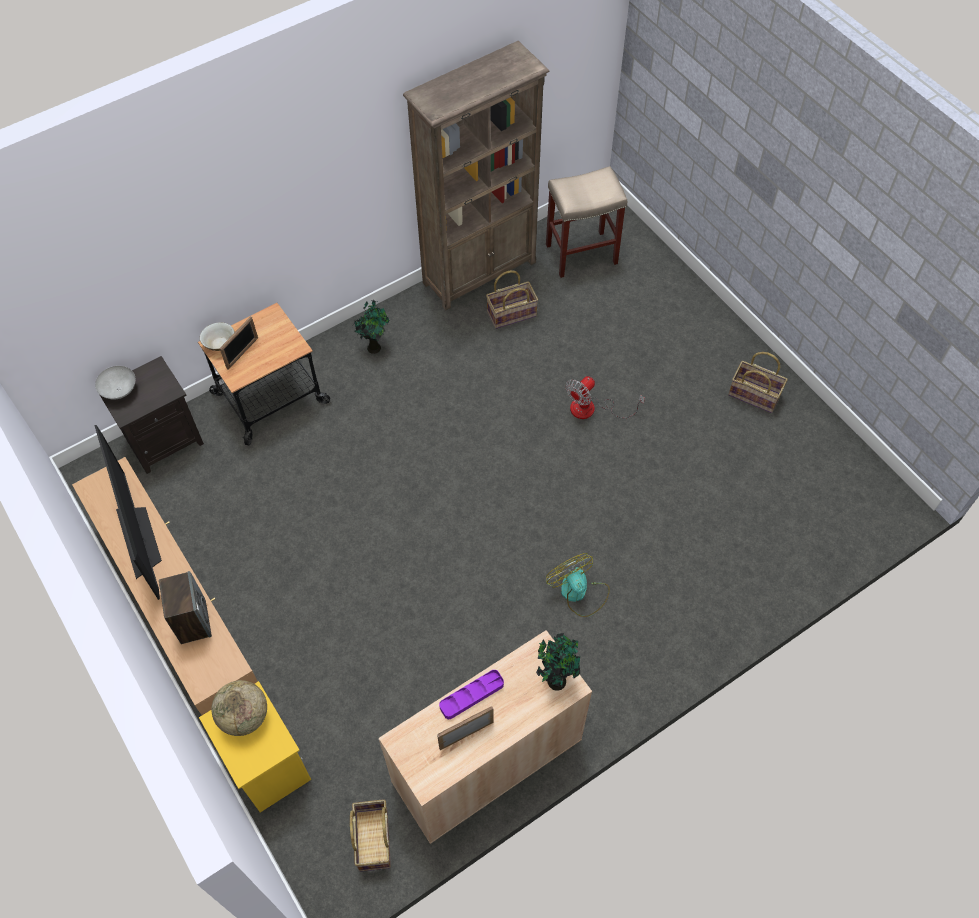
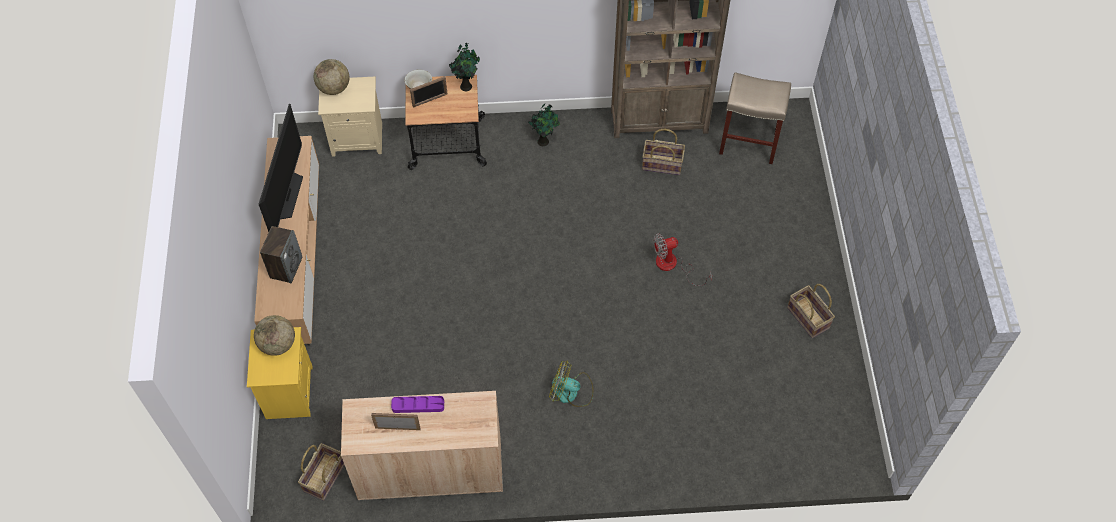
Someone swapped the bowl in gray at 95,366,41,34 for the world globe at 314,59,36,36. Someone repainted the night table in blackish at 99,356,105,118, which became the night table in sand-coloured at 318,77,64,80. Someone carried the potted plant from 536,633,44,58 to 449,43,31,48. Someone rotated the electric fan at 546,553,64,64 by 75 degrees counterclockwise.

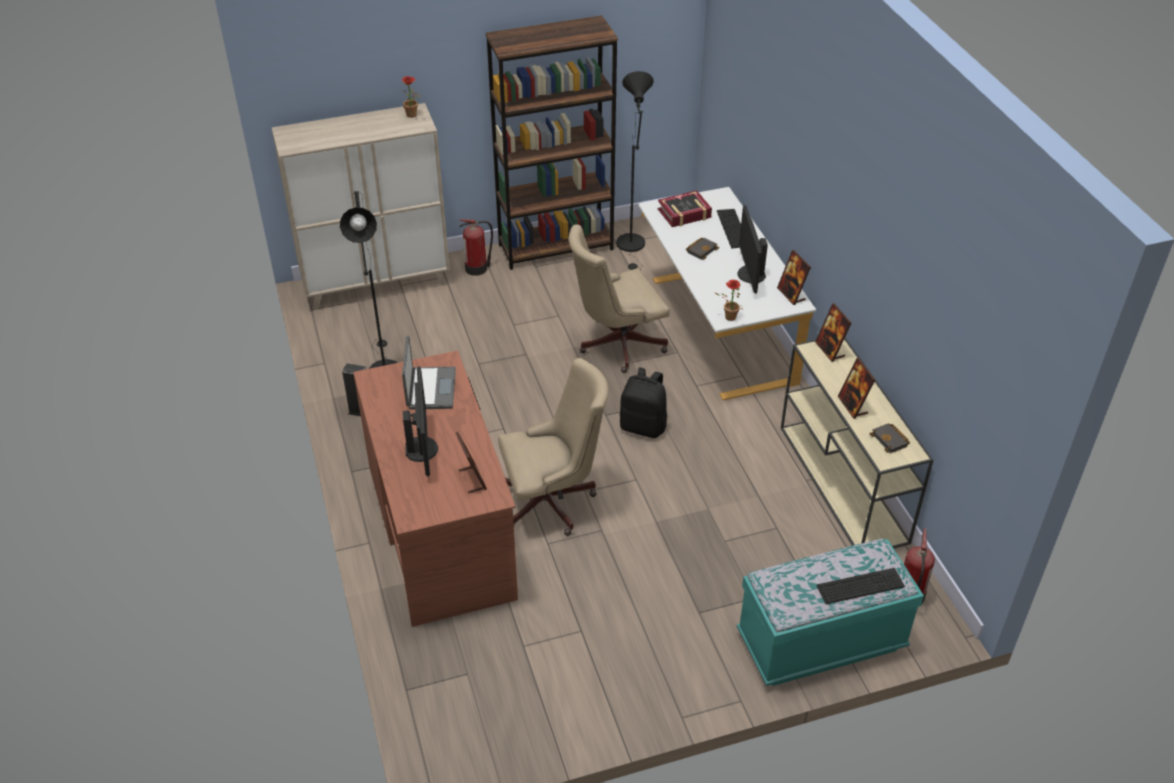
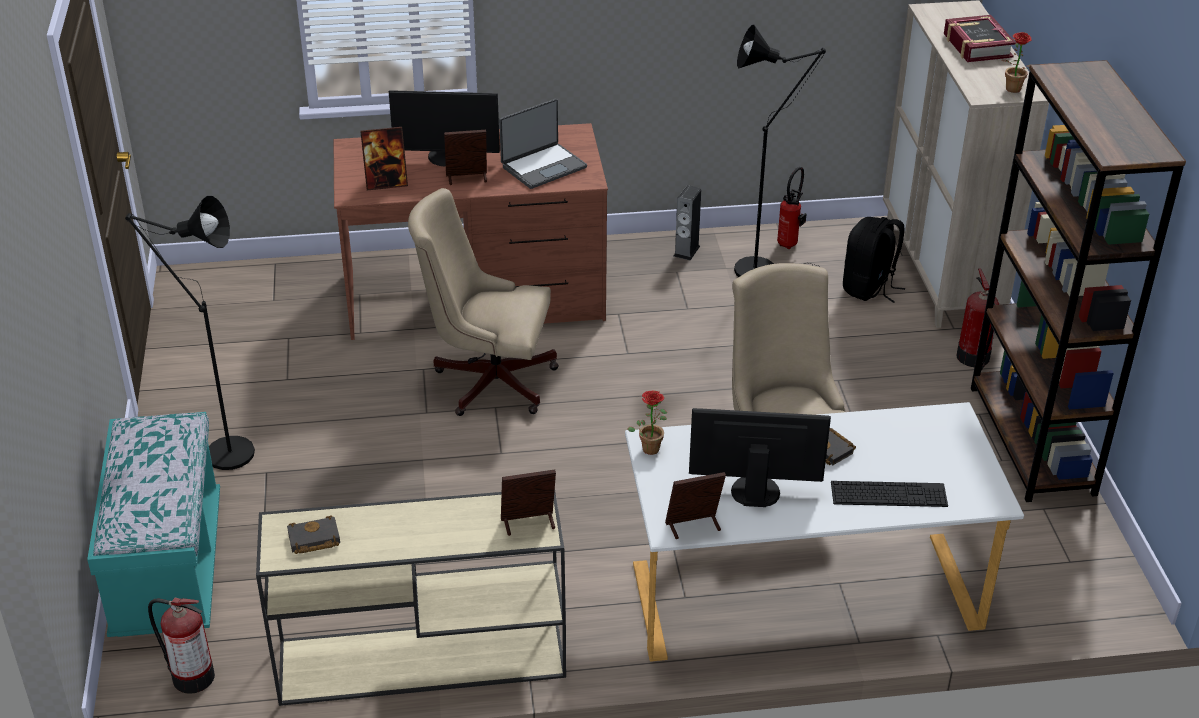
Someone rotated the laptop at 402,335,54,75 by 45 degrees counterclockwise. Someone rotated the computer chair in sand-coloured at 498,358,111,178 by 105 degrees clockwise. Someone carried the standard lamp in blackish from 616,71,38,199 to 125,196,130,274. Someone carried the rucksack in blackish from 619,367,48,71 to 843,217,62,86. Someone carried the bound book from 658,190,54,37 to 944,15,72,47. Someone took away the keyboard at 816,568,89,36. Someone carried the standing frame from 838,358,37,61 to 444,130,43,55. Someone put down the fire-fighting cylinder at 777,167,30,82.

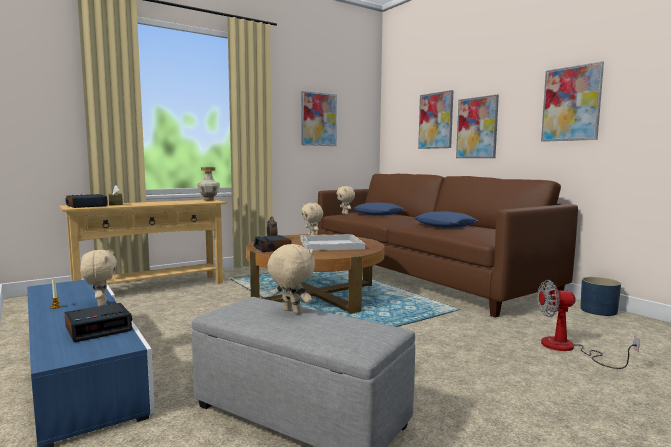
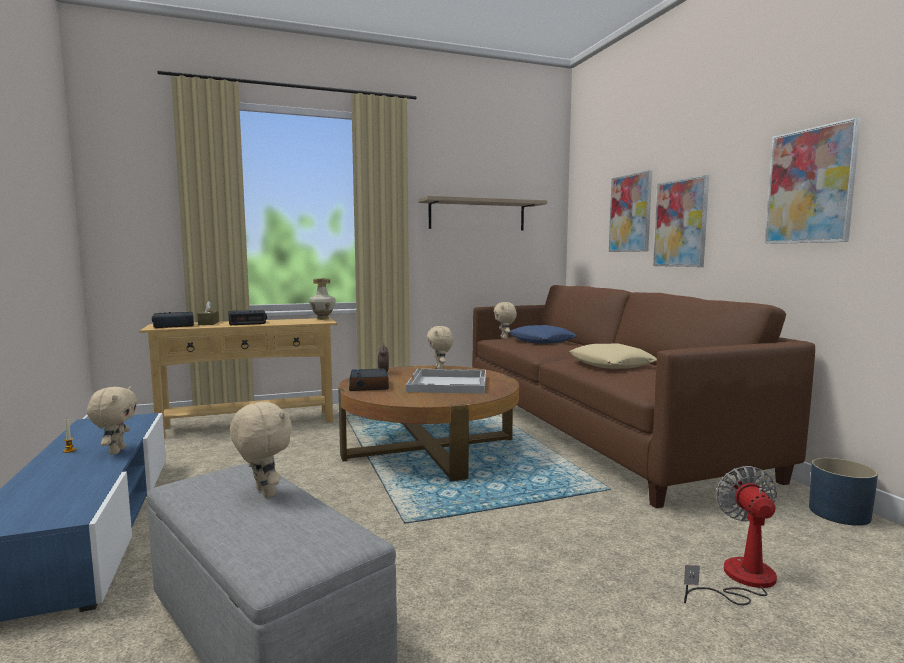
Someone carried the bedside clock from 65,303,67,39 to 228,310,39,15. Someone swapped the picture at 301,91,36,55 for the shelf at 418,196,129,34. Someone repainted the throw pillow in bluish at 414,211,64,17, which became the throw pillow in sand-coloured at 569,344,88,25. Someone rotated the electric fan at 537,280,103,89 by 75 degrees clockwise.

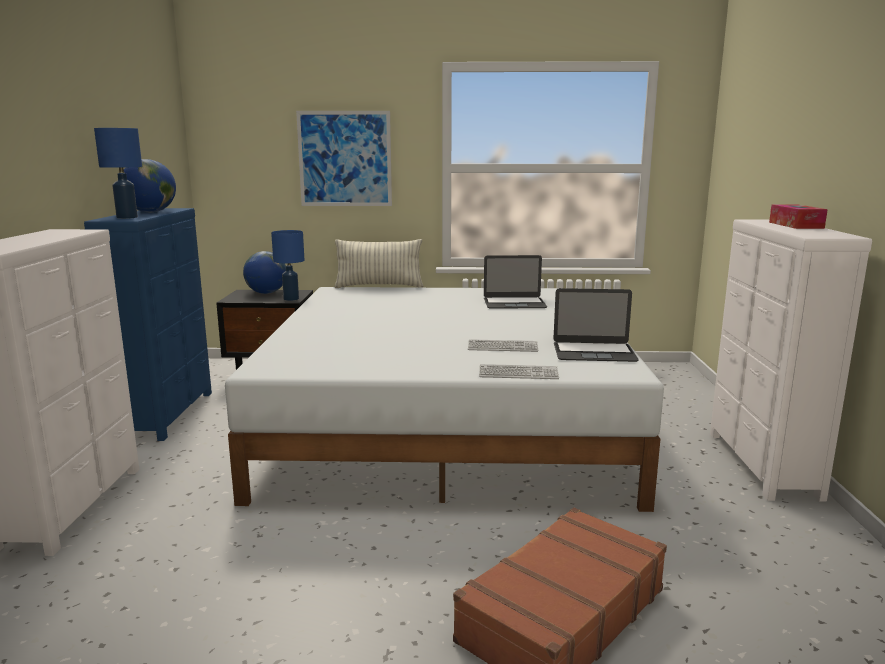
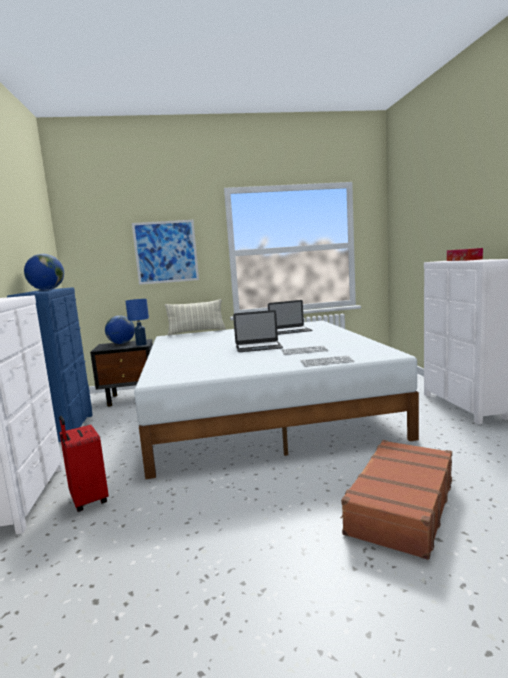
Someone took away the tabletop lamp in bluish at 94,128,48,91. Someone carried the laptop from 553,288,86,74 to 233,310,50,42. Someone put down the piece of luggage in reddish at 59,416,50,96.

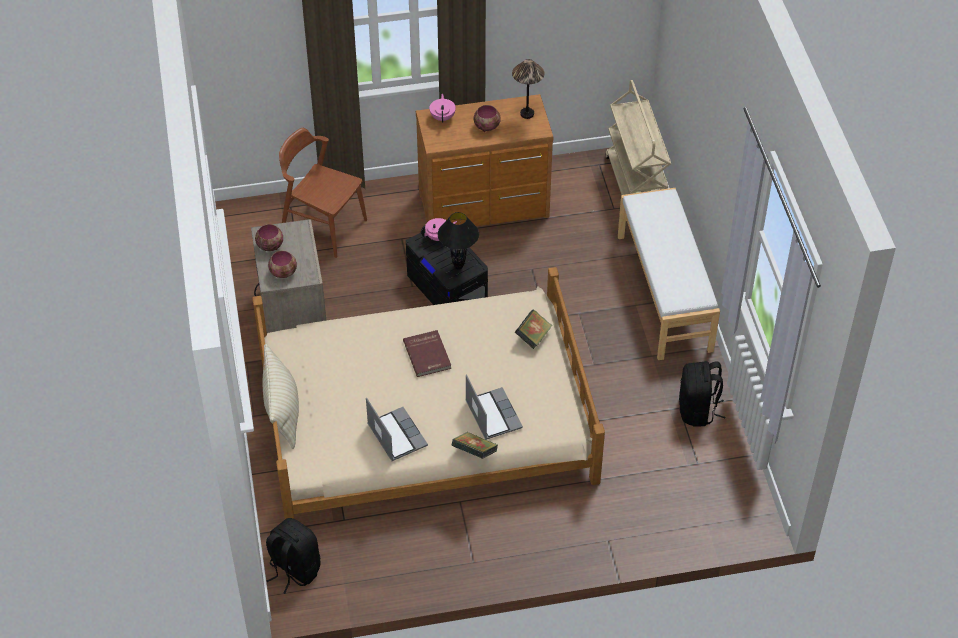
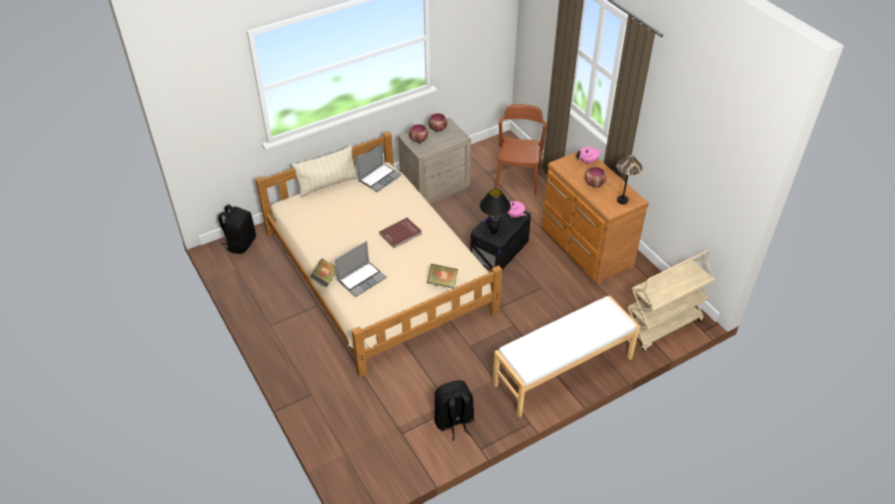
Someone carried the laptop from 366,397,62,64 to 357,143,44,49.

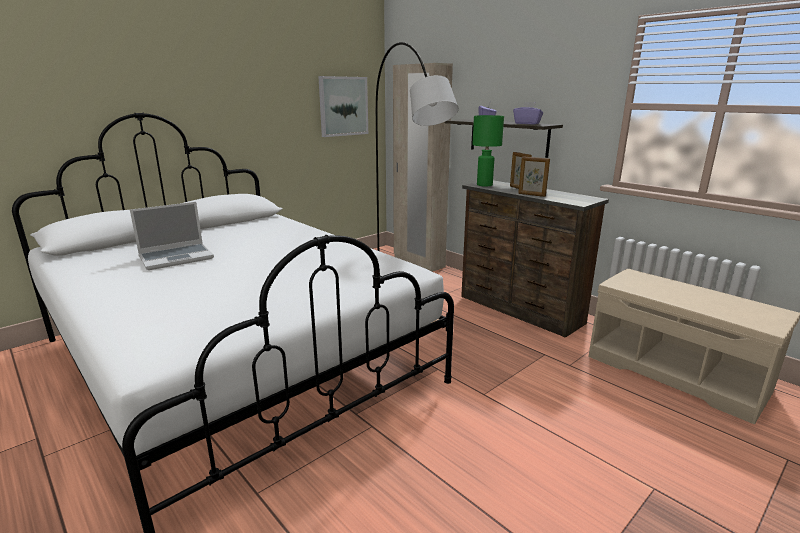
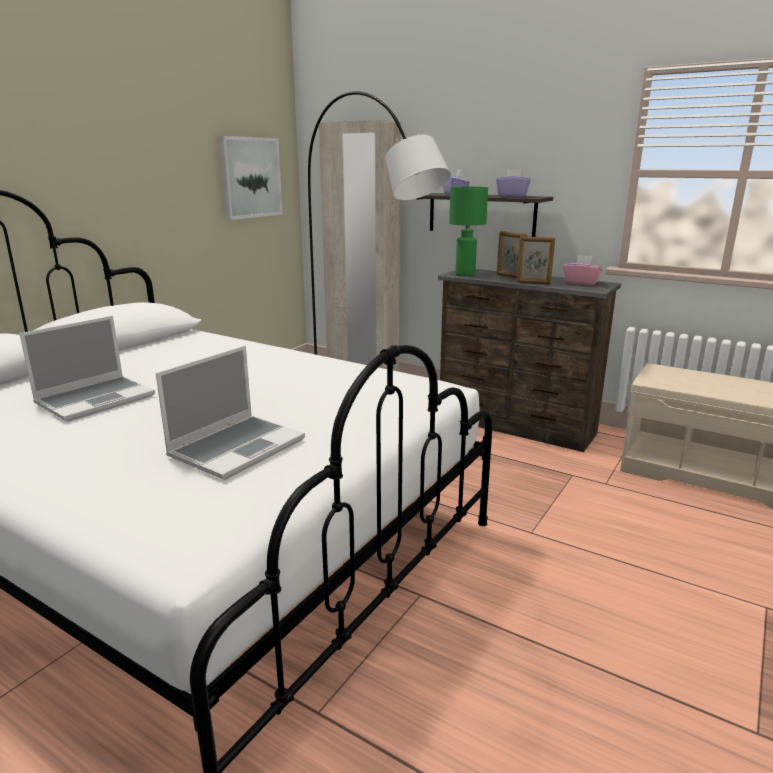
Someone put down the laptop at 156,346,149,134. Someone put down the tissue holder in pink-coloured at 563,255,39,30.

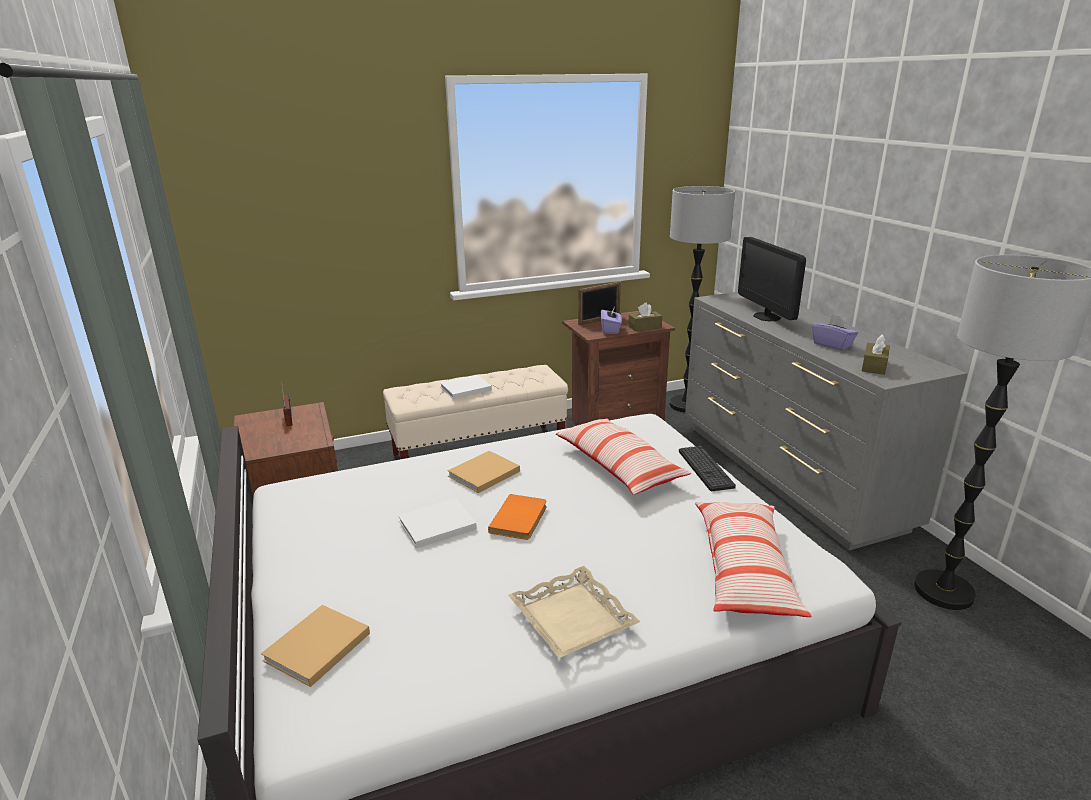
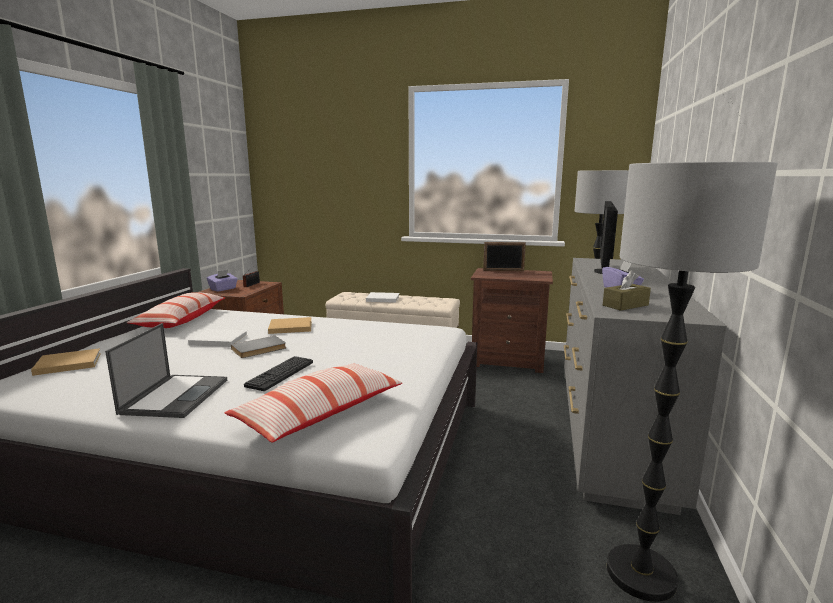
Someone repainted the bound book in orange-coloured at 488,494,58,46, which became the bound book in gray at 231,336,55,22. Someone swapped the tray in sand-coloured at 508,566,133,92 for the laptop at 105,323,122,95. Someone carried the throw pillow from 556,418,135,77 to 127,292,98,36. Someone carried the tissue holder in purple-coloured from 601,306,21,28 to 207,270,31,22. Someone took away the tissue holder in brownish at 628,302,34,29. Someone carried the keyboard from 679,446,57,45 to 244,356,69,35.

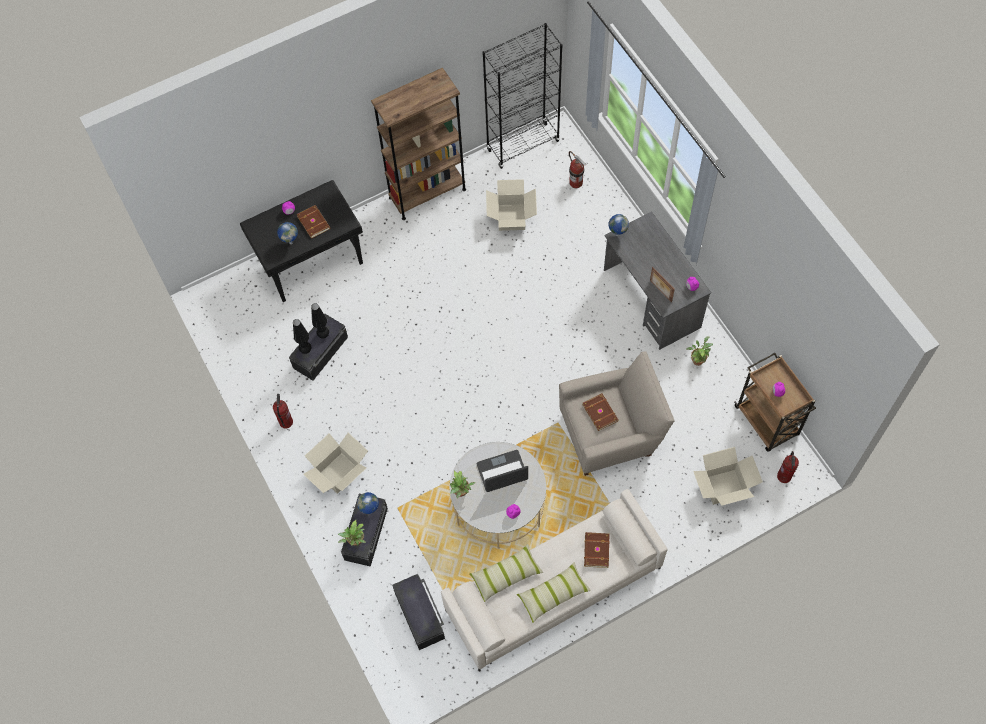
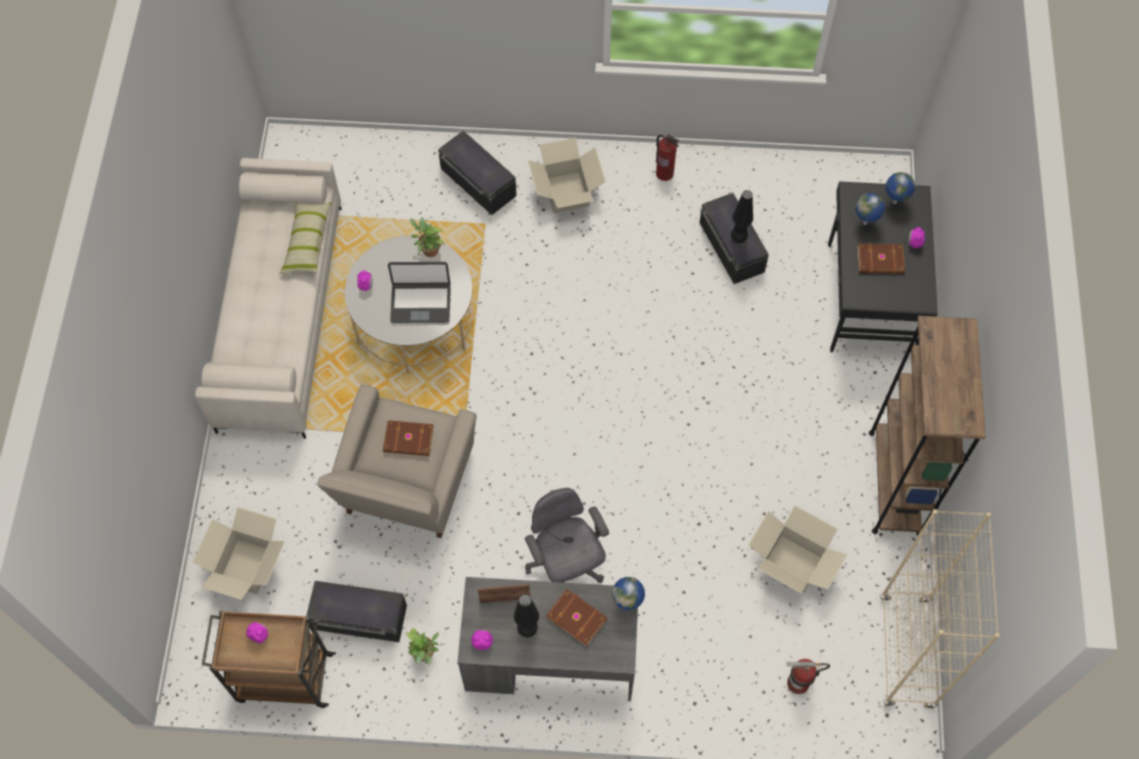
Someone carried the tabletop lamp in blackish from 293,319,18,35 to 514,594,25,43. Someone took away the potted plant at 338,520,28,26. Someone carried the world globe from 357,492,22,22 to 886,172,29,32. Someone carried the storage bin in blackish from 392,574,53,76 to 306,581,101,61. Someone rotated the laptop at 477,450,51,42 by 75 degrees clockwise. Someone repainted the shelving unit in blackish at 482,23,81,146, which became the shelving unit in sand-coloured at 880,509,120,200. Someone took away the throw pillow at 517,562,74,60. Someone carried the bound book in brownish from 584,532,26,36 to 546,589,62,58. Someone took away the fire-fighting cylinder at 777,451,22,32. Someone put down the computer chair in gray at 525,488,84,95.

